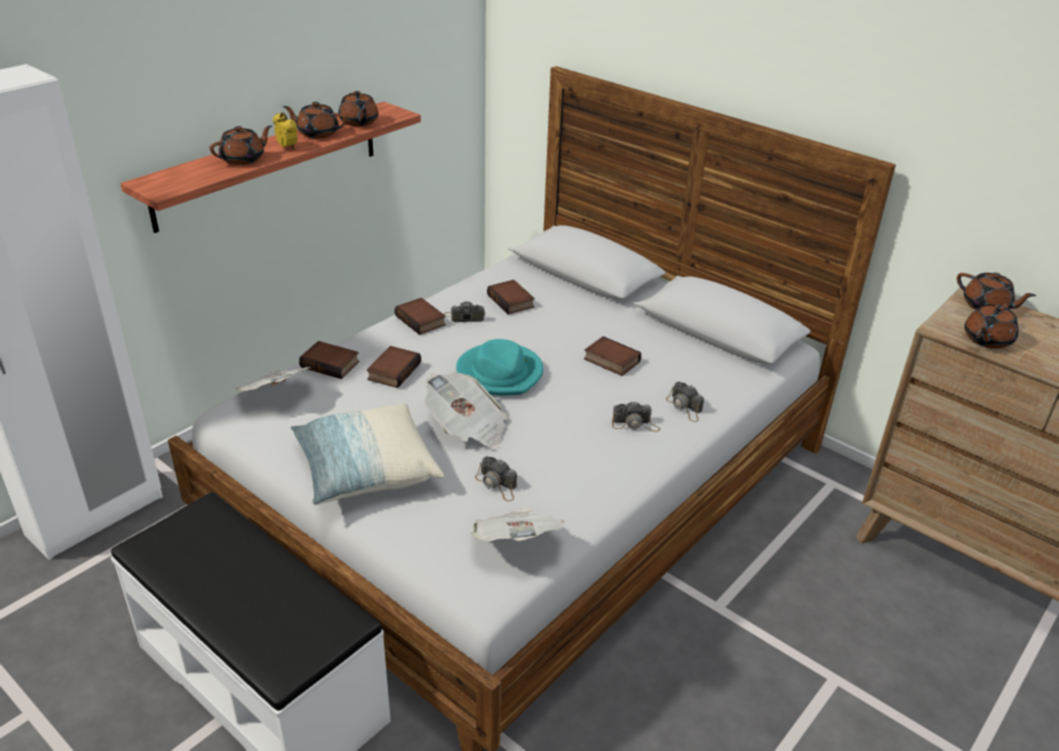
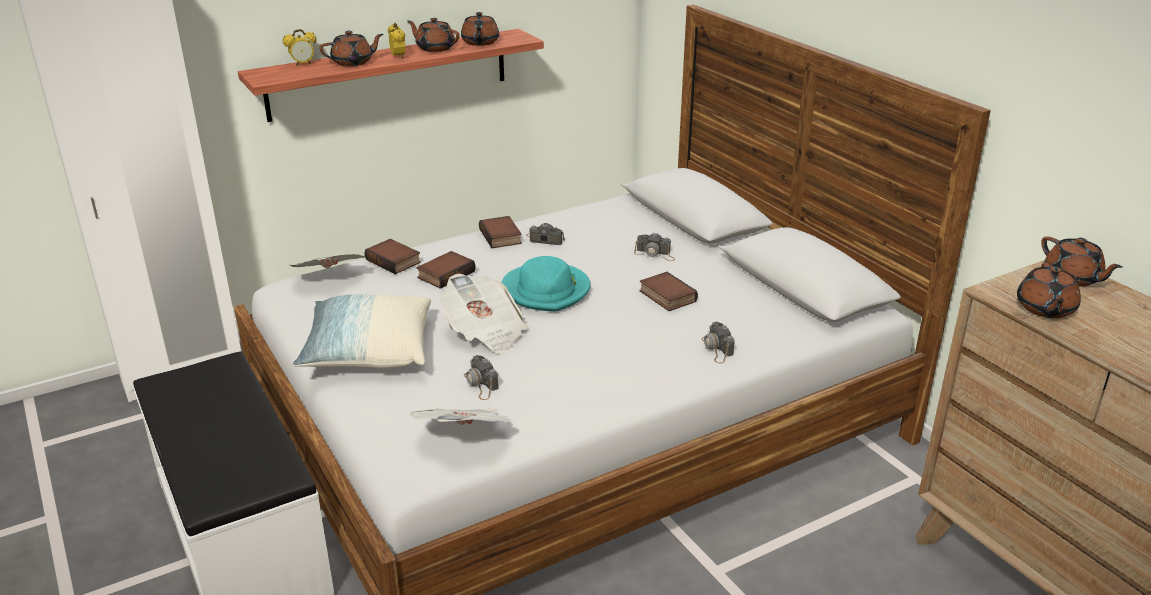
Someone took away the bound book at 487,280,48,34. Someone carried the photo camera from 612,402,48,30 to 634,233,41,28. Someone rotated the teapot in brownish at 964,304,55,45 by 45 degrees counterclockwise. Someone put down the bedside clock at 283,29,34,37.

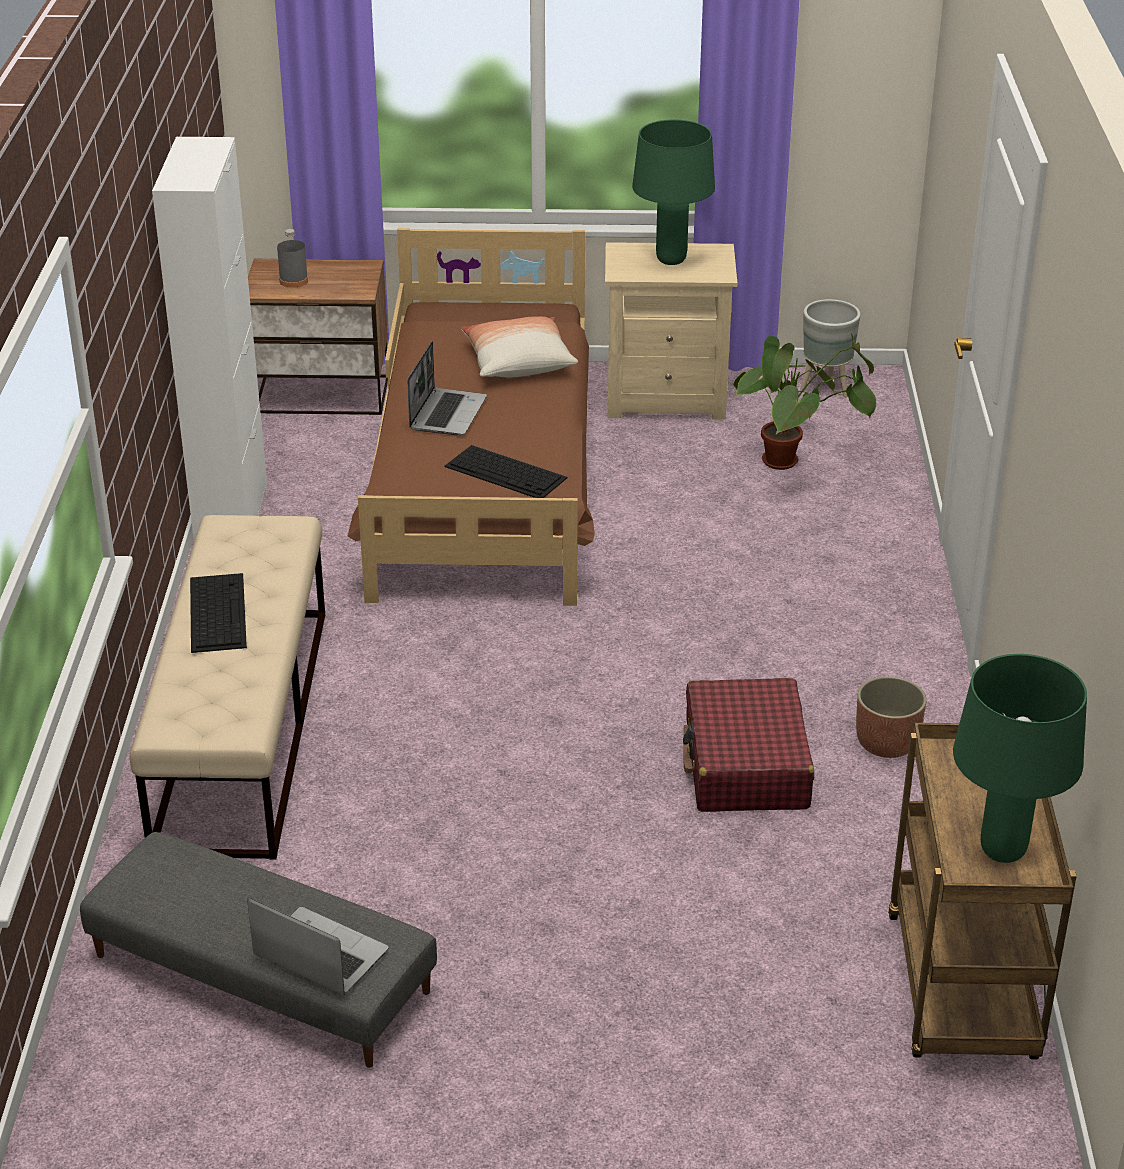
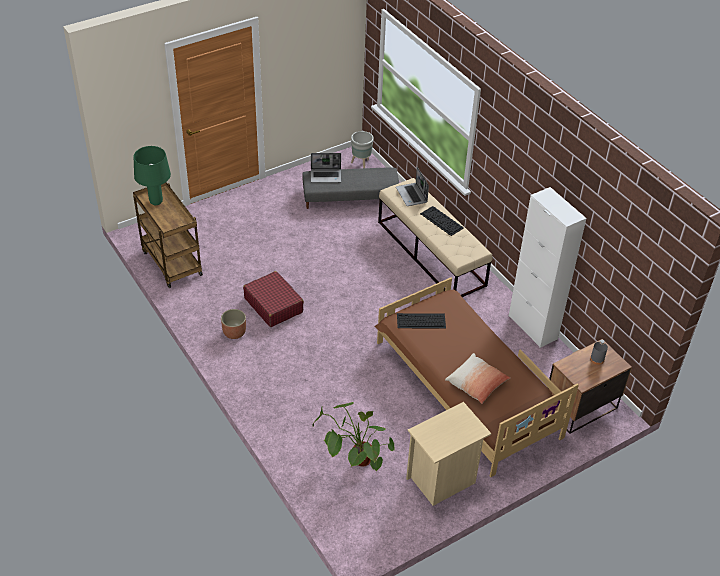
Someone carried the laptop from 407,341,80,94 to 396,167,33,39. Someone took away the tabletop lamp in greenish at 632,120,83,145. Someone carried the flower pot in gray from 800,299,61,98 to 351,131,23,37.

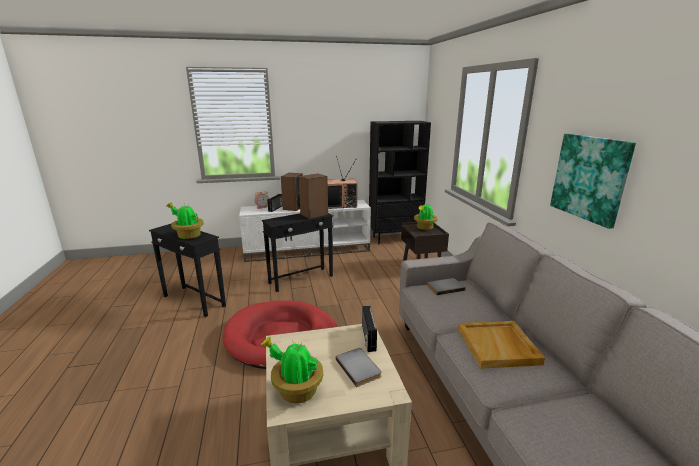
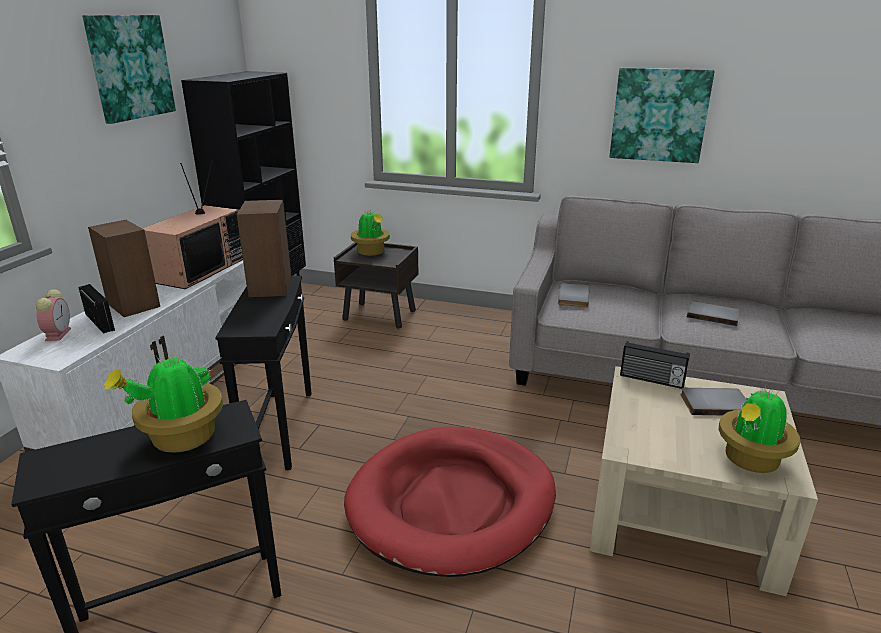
Someone swapped the tray in sand-coloured at 458,321,87,48 for the bound book in gray at 687,301,53,25. Someone put up the picture at 82,15,94,109.

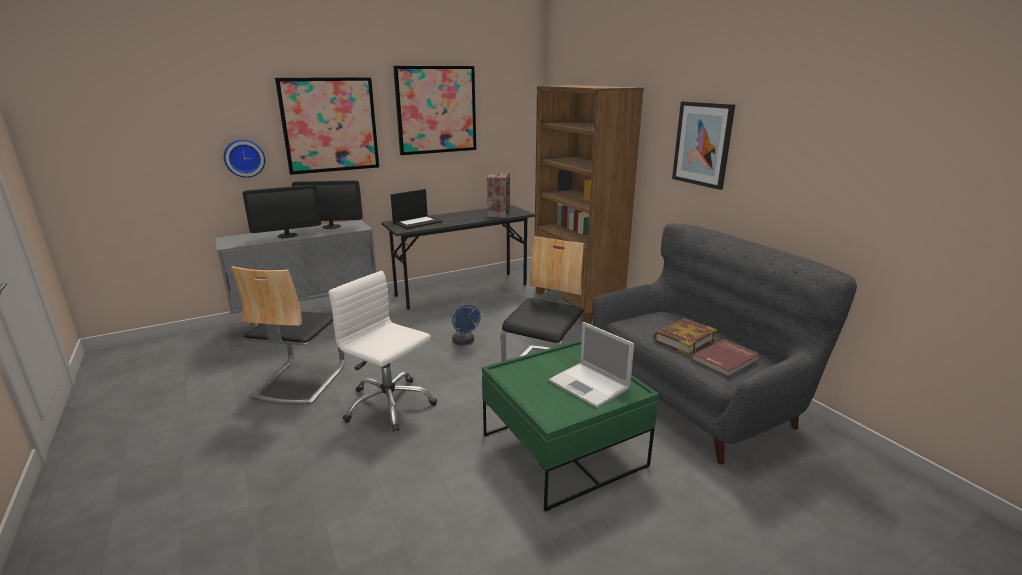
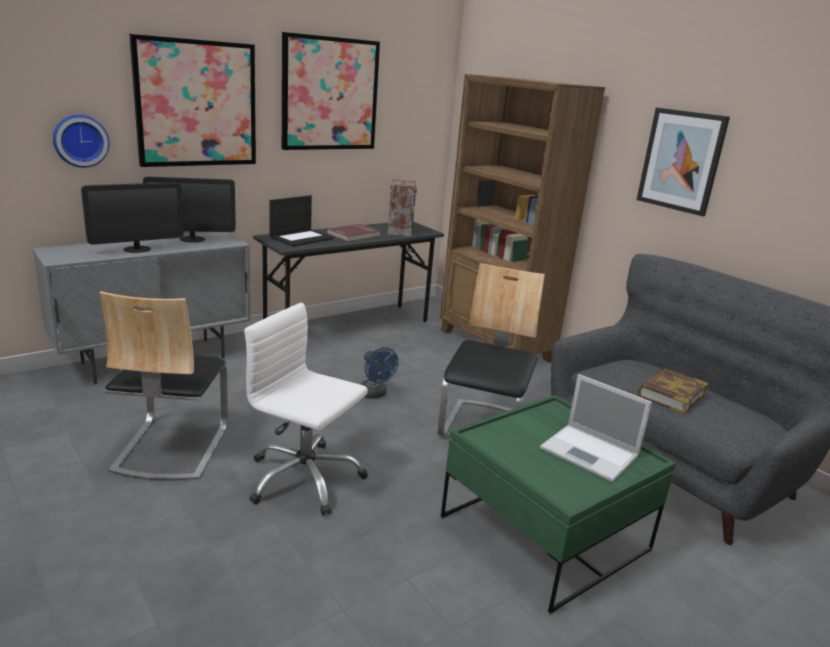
Someone carried the bound book in reddish from 692,339,68,38 to 326,224,54,17.

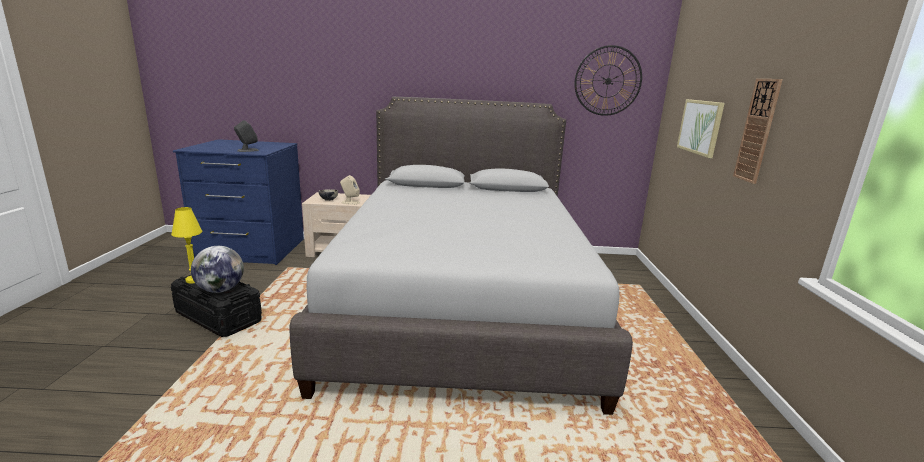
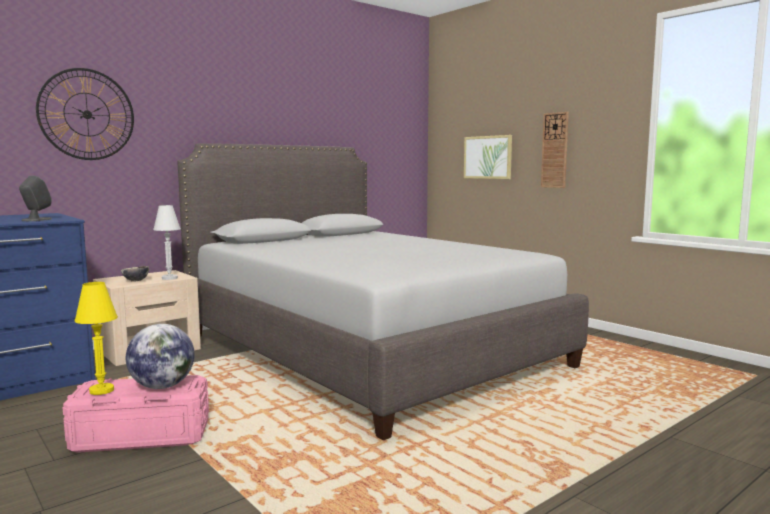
Someone repainted the storage bin in blackish at 171,275,91,62, which became the storage bin in pink-coloured at 62,375,147,78. Someone swapped the speaker in sand-coloured at 340,175,20,30 for the tabletop lamp in whitish at 153,205,28,75. Someone carried the hanging clock from 574,45,68,71 to 36,68,98,92.

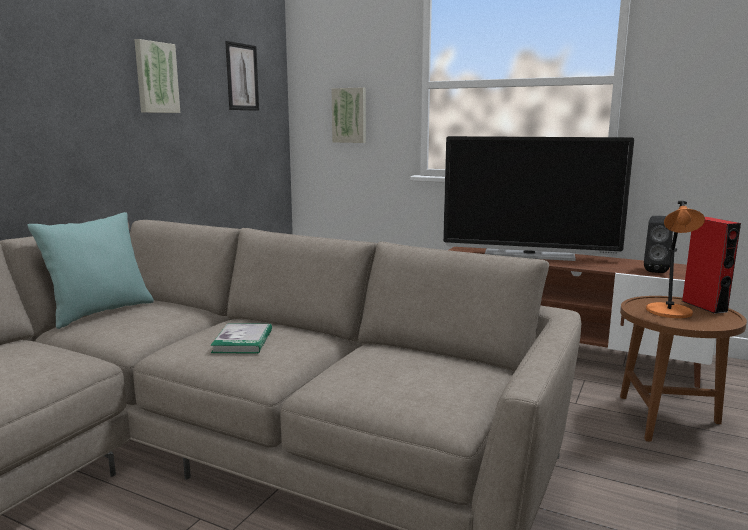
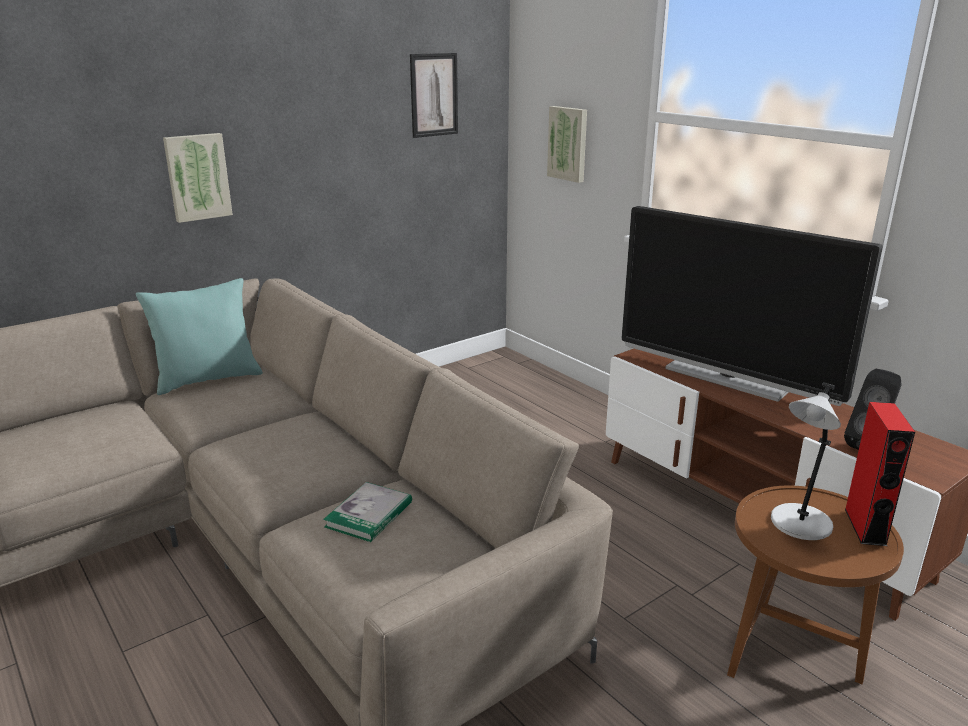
Someone carried the picture from 134,39,46,74 to 163,133,70,90. Someone carried the bound book from 210,323,62,31 to 323,482,89,60. Someone repainted the tabletop lamp in orange-coloured at 646,201,59,117, which became the tabletop lamp in gray at 771,382,70,158.

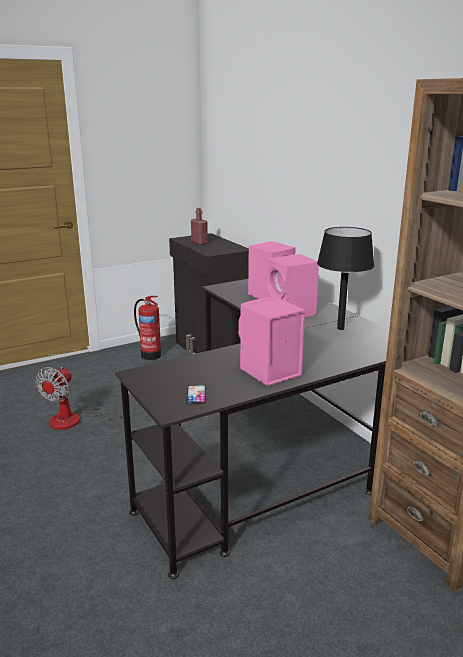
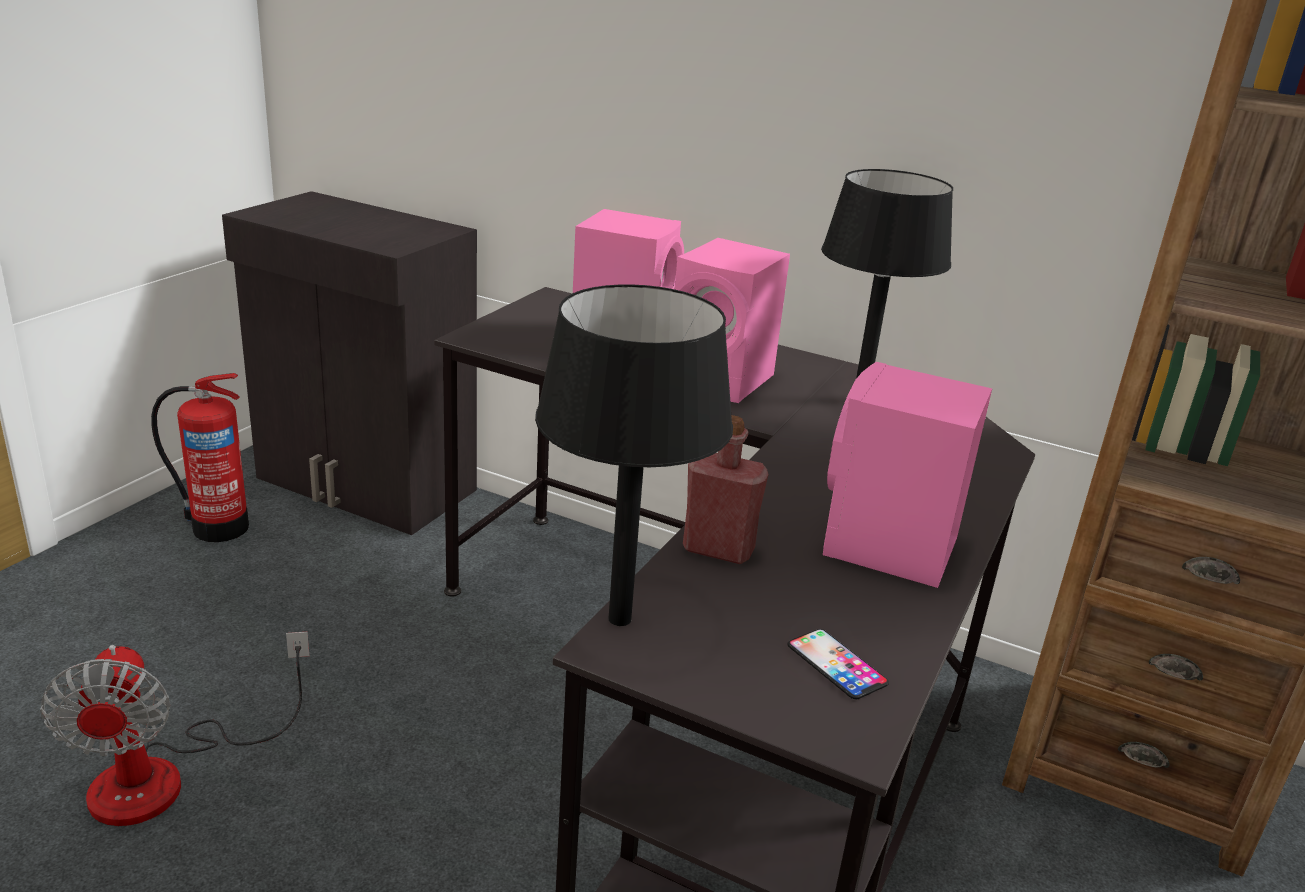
Someone carried the drink bottle in reddish from 191,208,17,37 to 683,415,86,149. Someone put down the tabletop lamp in blackish at 535,284,198,342.

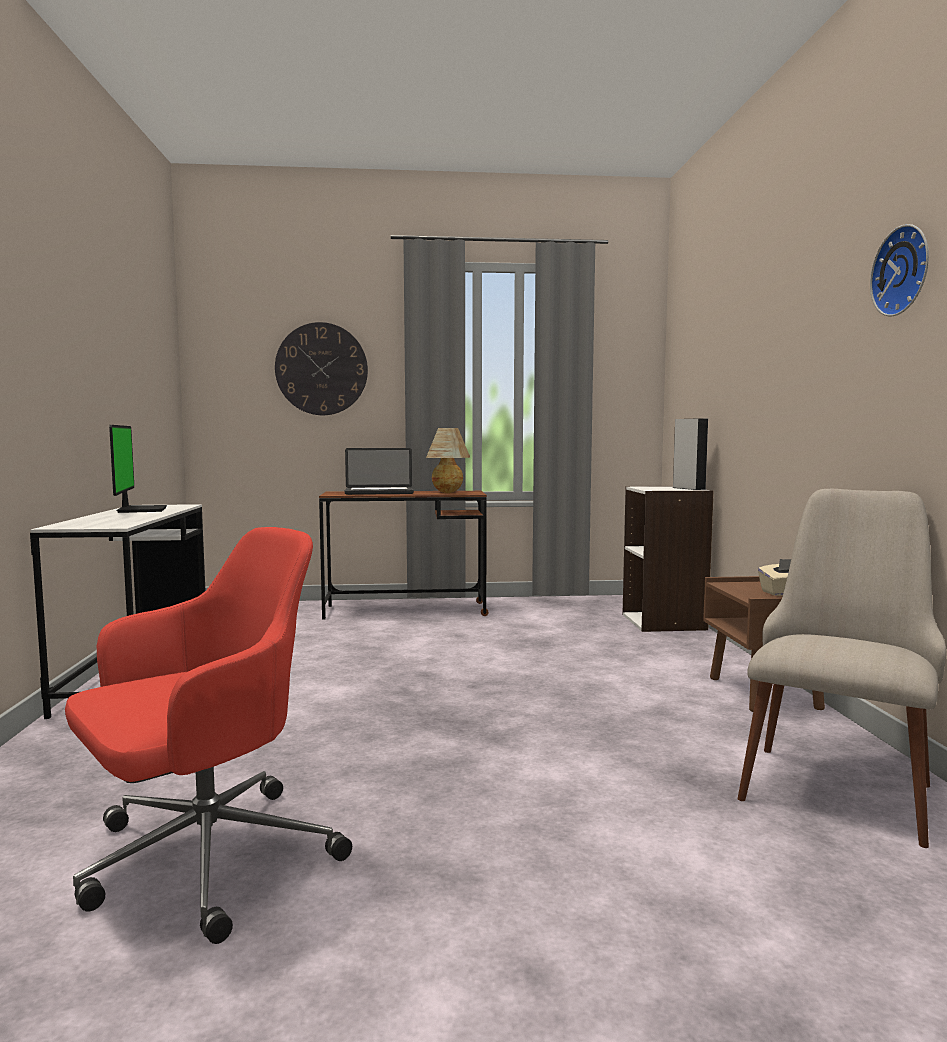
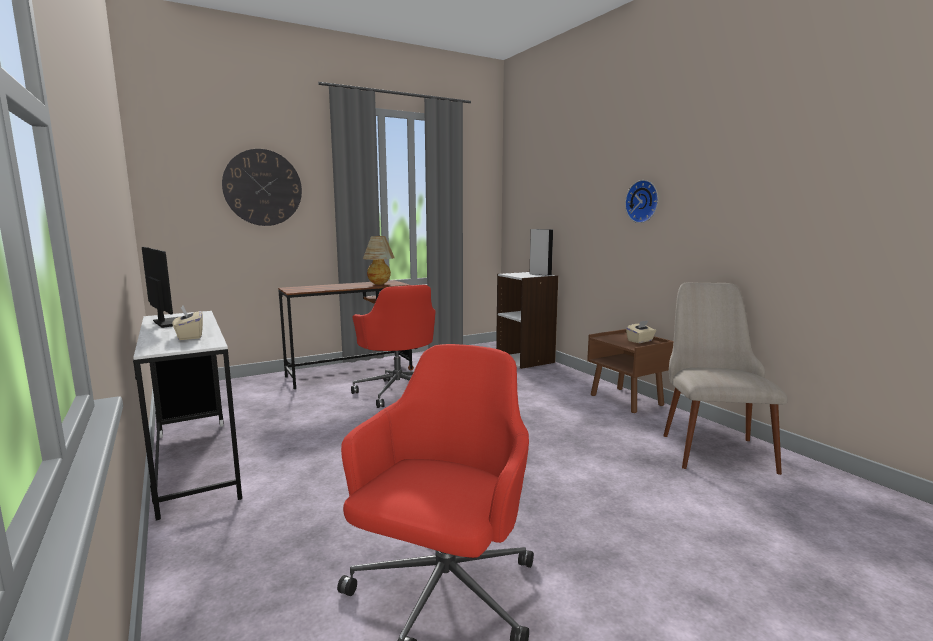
Someone took away the laptop at 345,448,69,47. Someone carried the hanging clock from 870,224,59,93 to 625,180,33,43. Someone put down the tissue holder in sand-coloured at 173,306,30,34. Someone put down the computer chair in reddish at 351,285,85,123.

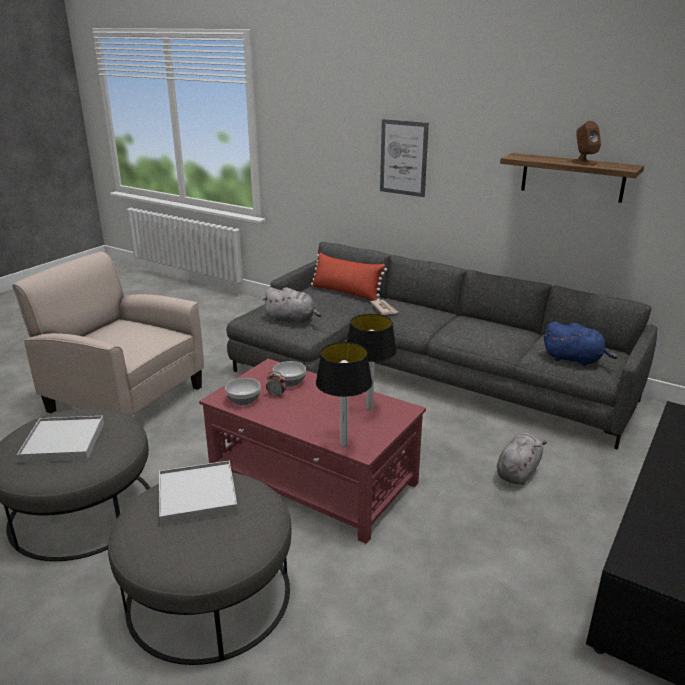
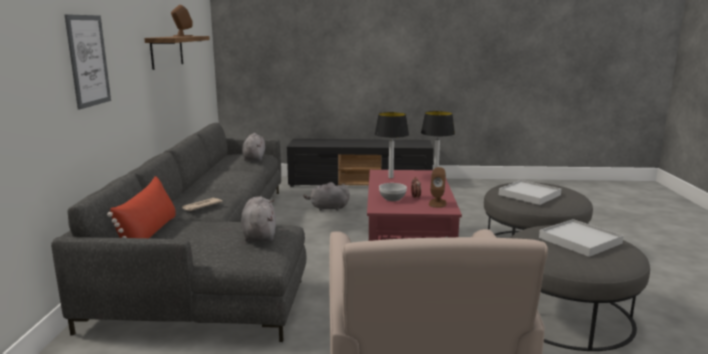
Someone swapped the bowl at 225,378,35,27 for the speaker in brownish at 429,167,18,41. Someone repainted the plush toy in bluish at 544,321,74,45, which became the plush toy in gray at 242,133,23,28.

